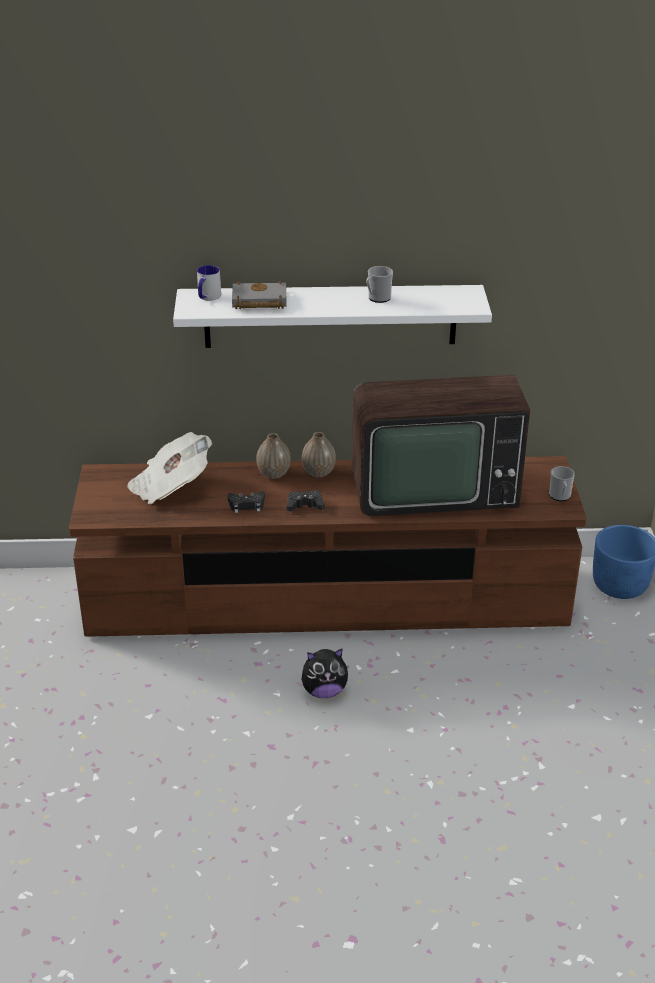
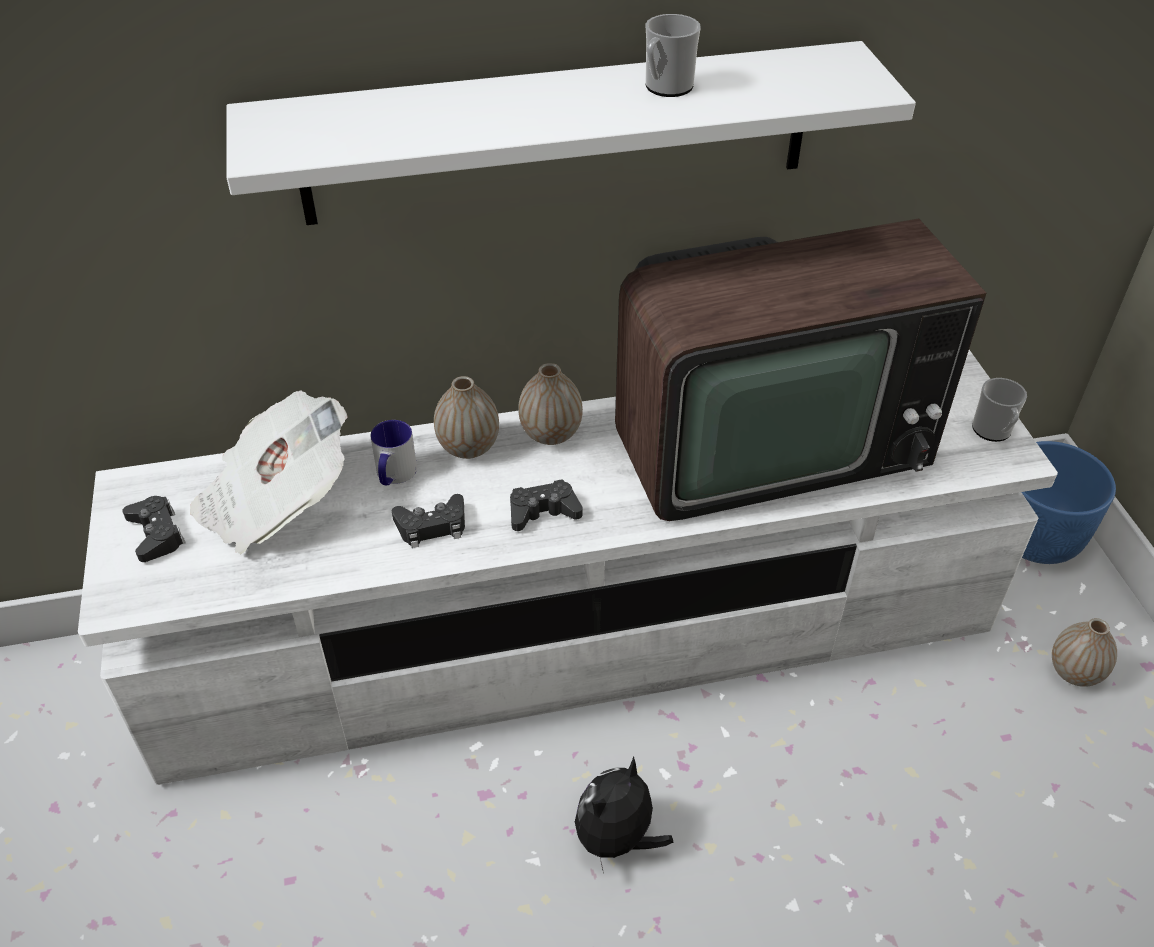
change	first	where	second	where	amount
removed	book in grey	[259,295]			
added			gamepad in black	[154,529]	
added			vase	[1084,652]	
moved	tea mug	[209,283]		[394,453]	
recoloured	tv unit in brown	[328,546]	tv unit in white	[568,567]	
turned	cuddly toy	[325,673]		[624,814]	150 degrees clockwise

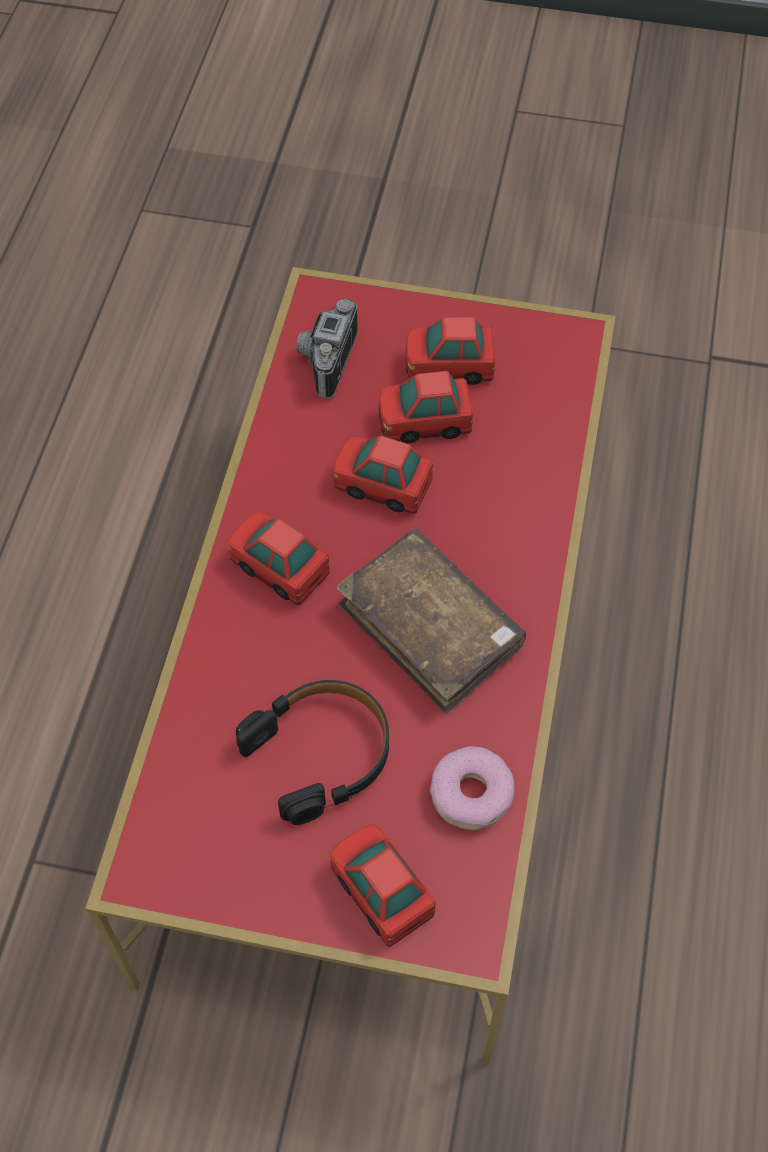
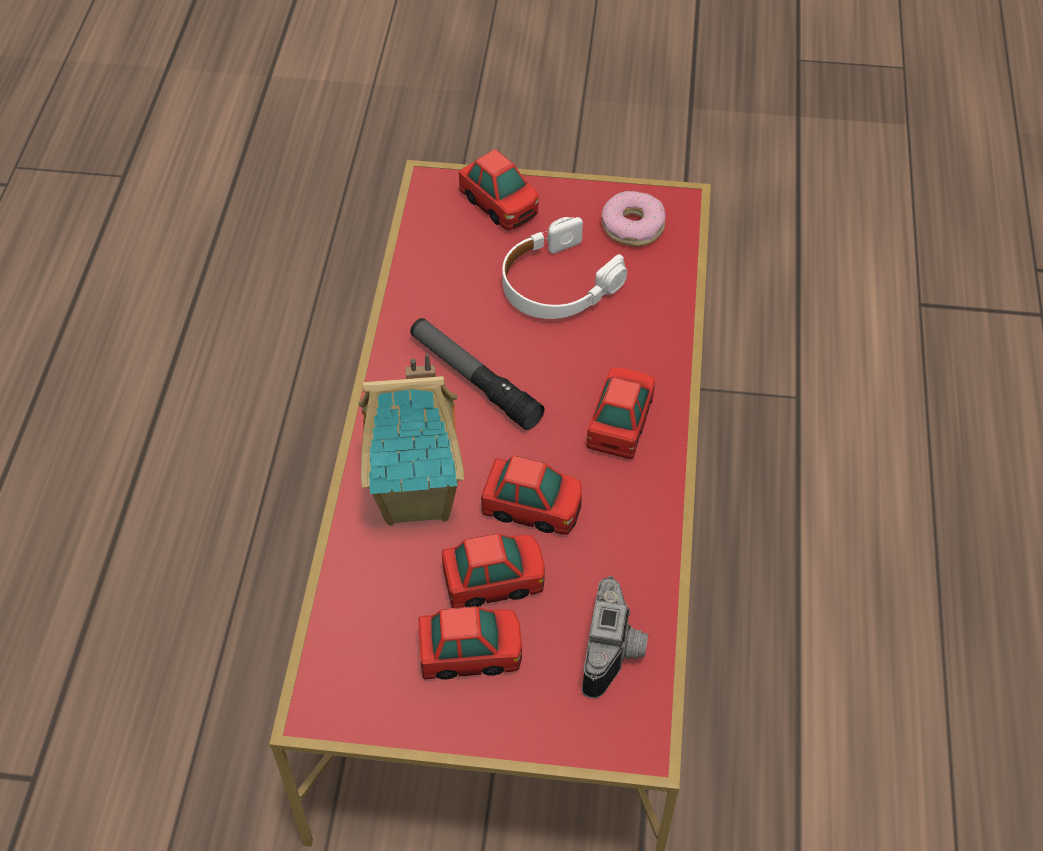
change	first	where	second	where	amount
added			model house	[411,440]	
moved	doughnut	[472,788]		[634,218]	
replaced	book in brown	[431,621]	torch	[477,374]	
recoloured	headphones in black	[312,752]	headphones in white	[564,268]	
turned	model car	[279,558]		[621,413]	105 degrees counterclockwise

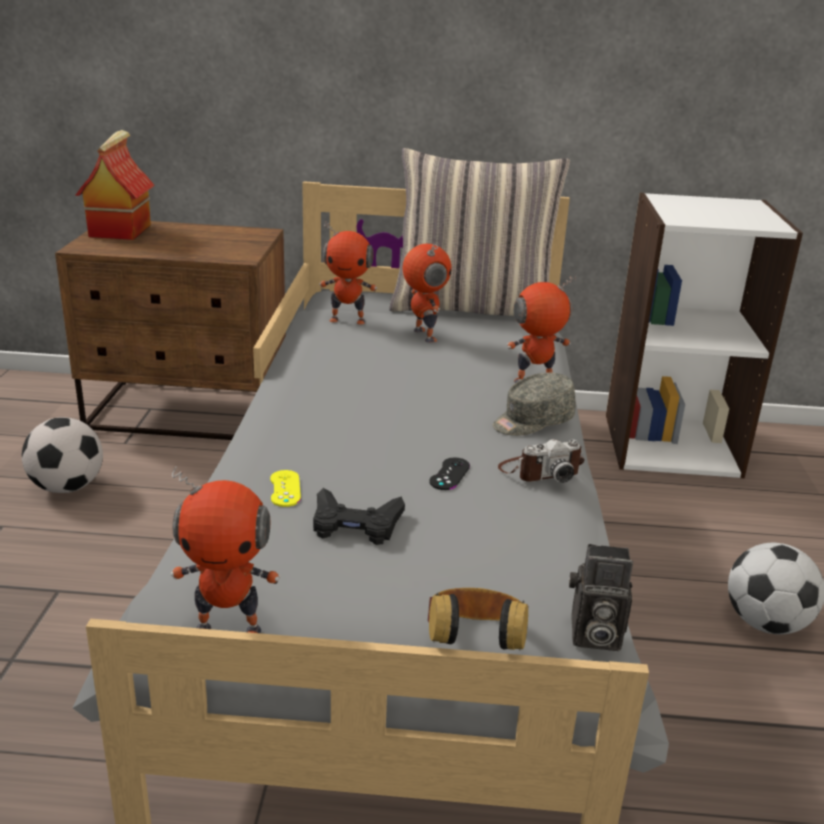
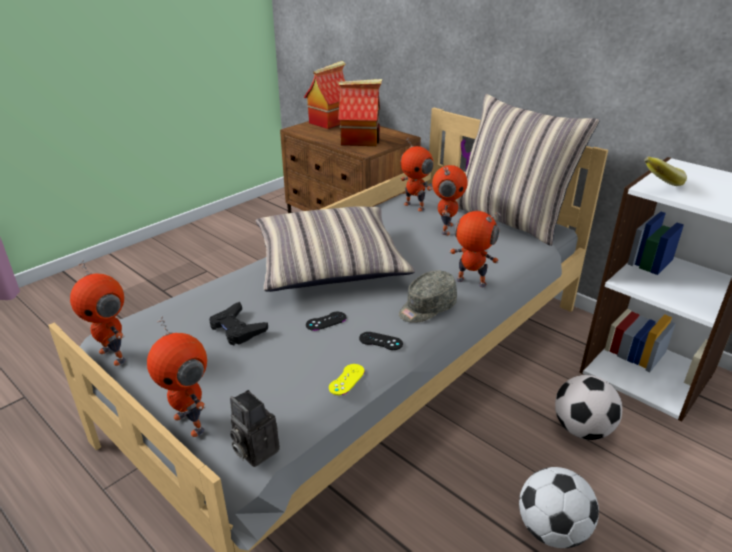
change	first	where	second	where	amount
added			pillow	[335,249]	
added			model house	[360,112]	
added			banana	[665,171]	
moved	football	[62,455]		[588,407]	
moved	gamepad in yellow	[285,488]		[347,379]	
replaced	headphones	[478,619]	robot figure	[177,376]	
replaced	still camera	[541,461]	gamepad in black	[381,341]	
turned	peaked cap in grey	[534,404]		[428,297]	45 degrees counterclockwise

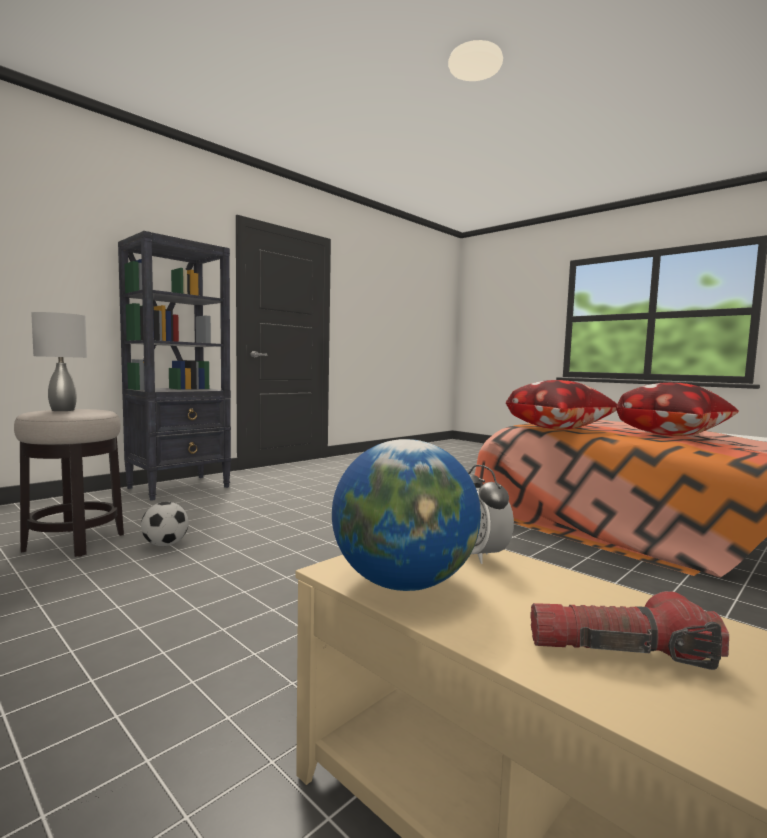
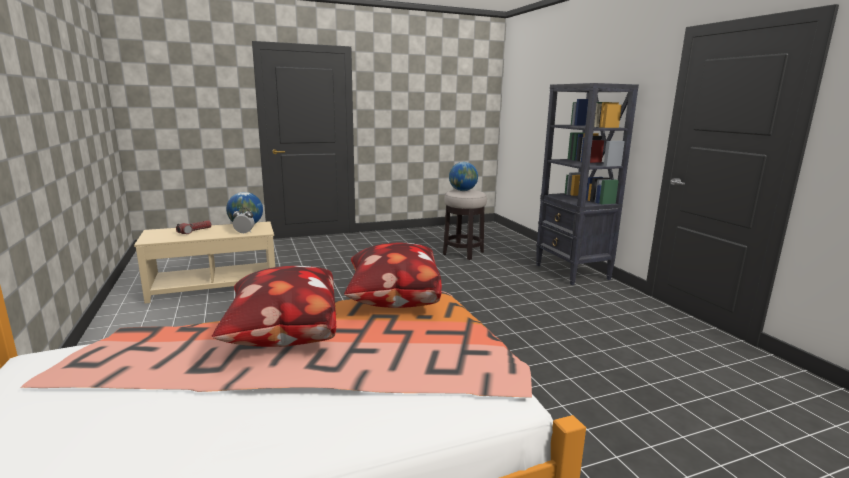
change	first	where	second	where	amount
removed	football	[165,524]			
replaced	tabletop lamp in grey	[59,361]	world globe	[463,176]	

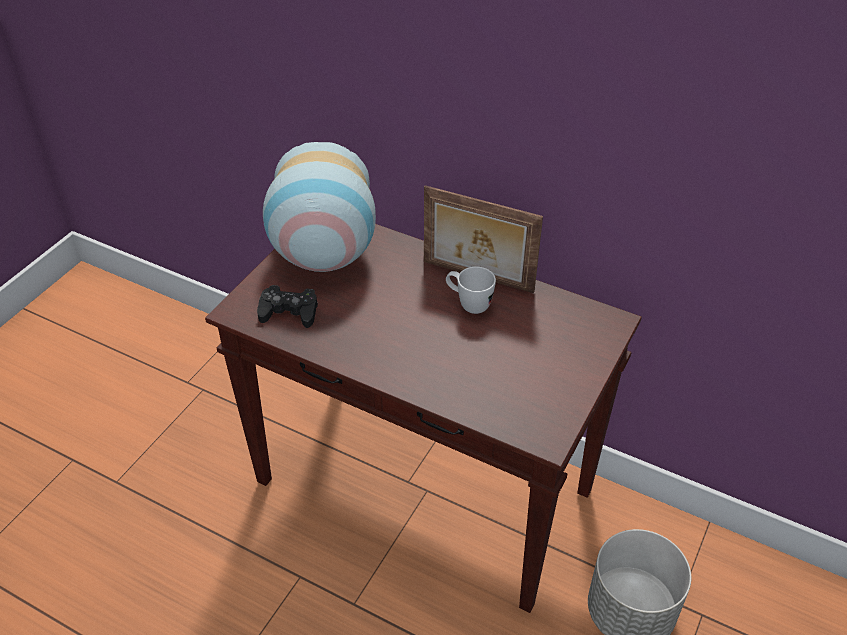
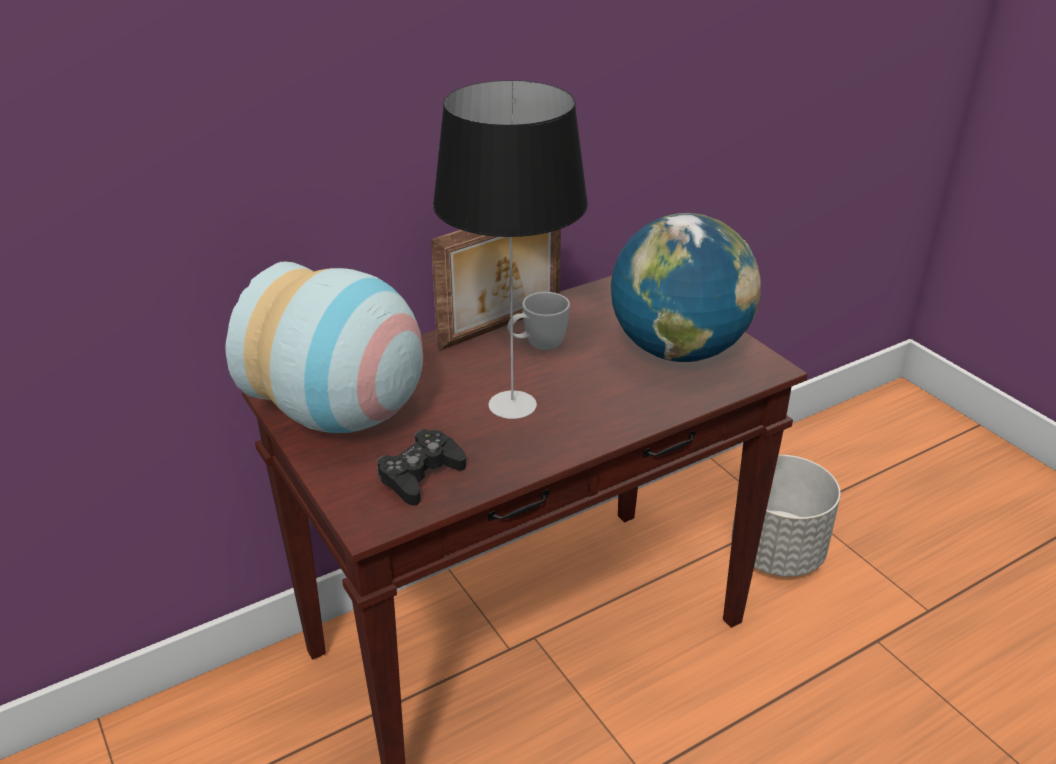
change	first	where	second	where	amount
added			tabletop lamp	[510,249]	
added			world globe	[686,287]	

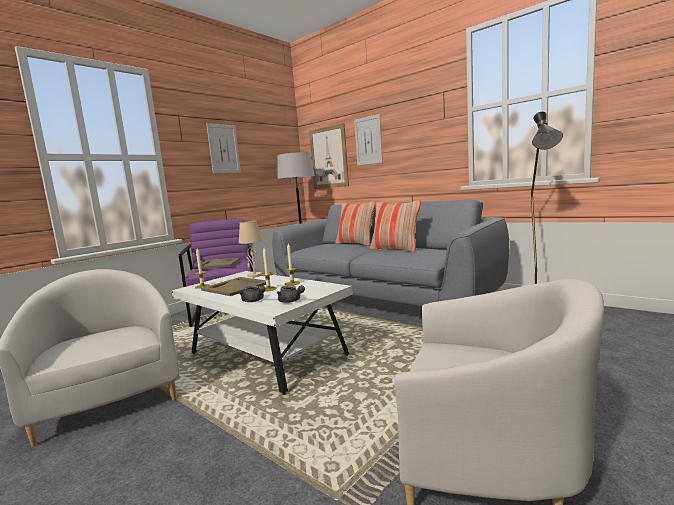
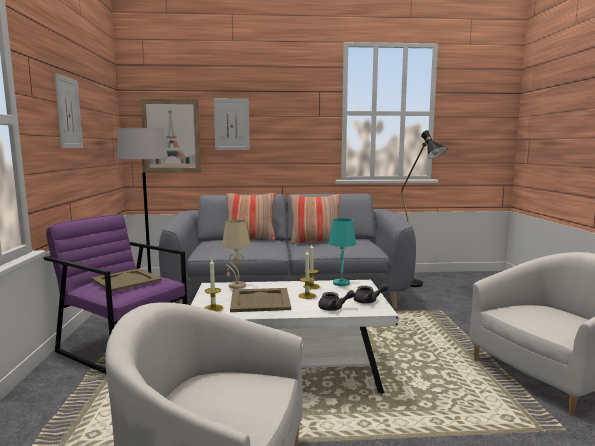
change	first	where	second	where	amount
added			tabletop lamp in turquoise-coloured	[342,252]	

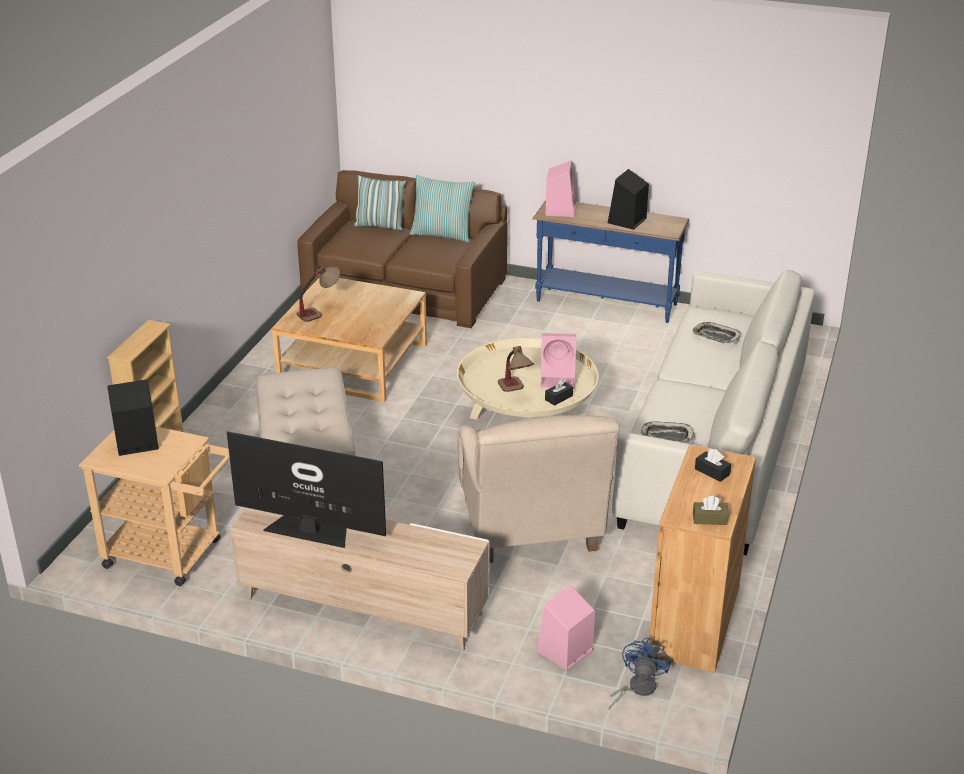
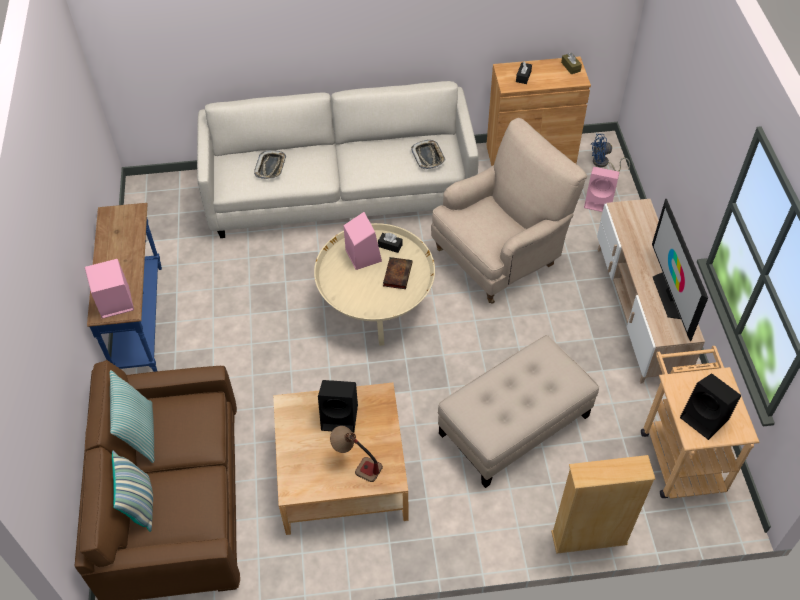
change	first	where	second	where	amount
moved	loudspeaker in black	[628,199]		[338,406]	
replaced	tabletop lamp	[516,369]	book	[397,273]	

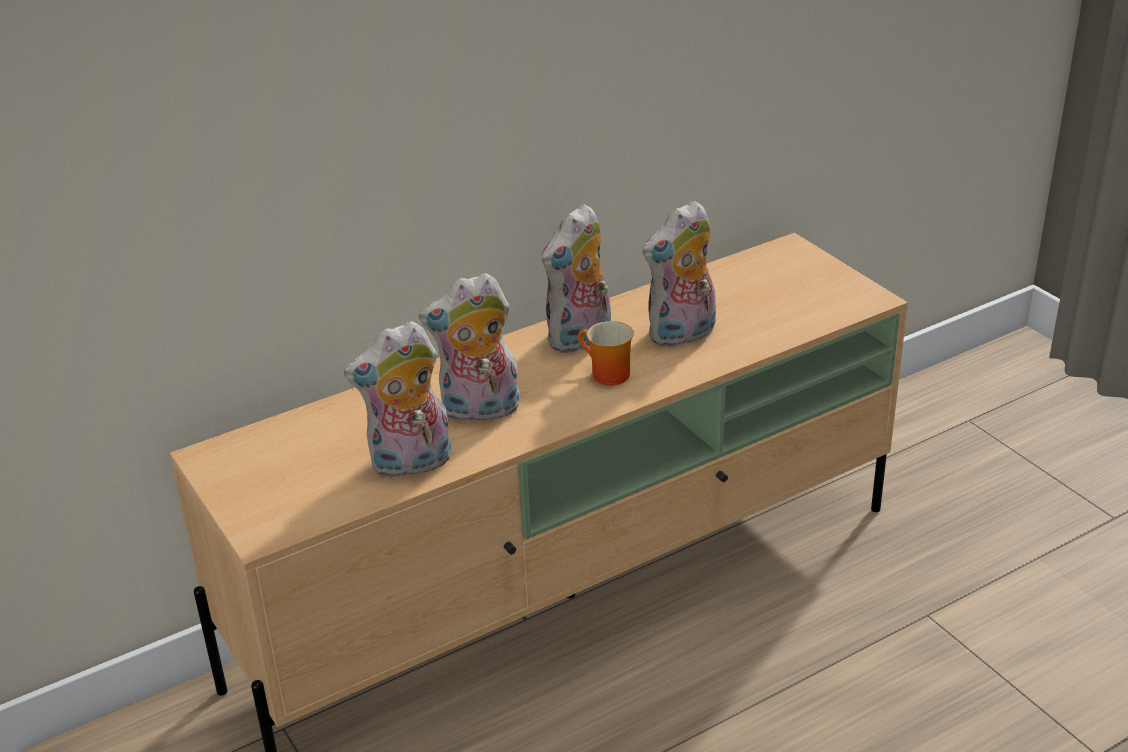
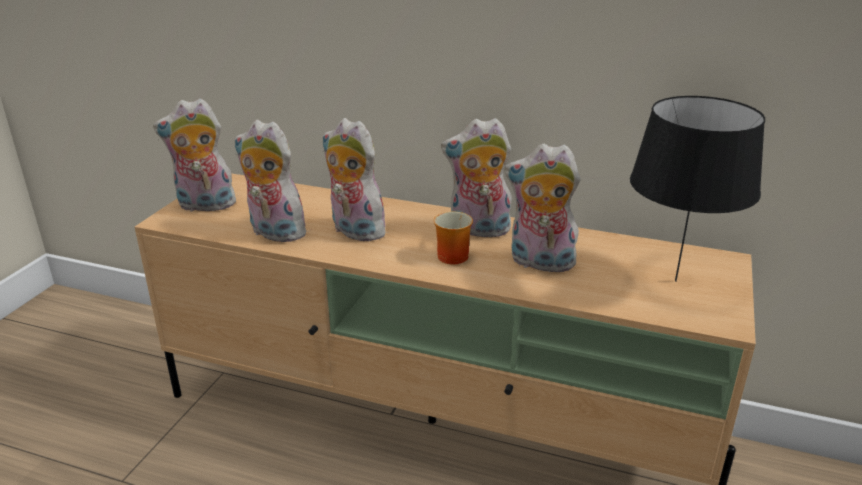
change	first	where	second	where	amount
added			cuddly toy	[195,155]	
added			tabletop lamp in black	[697,189]	

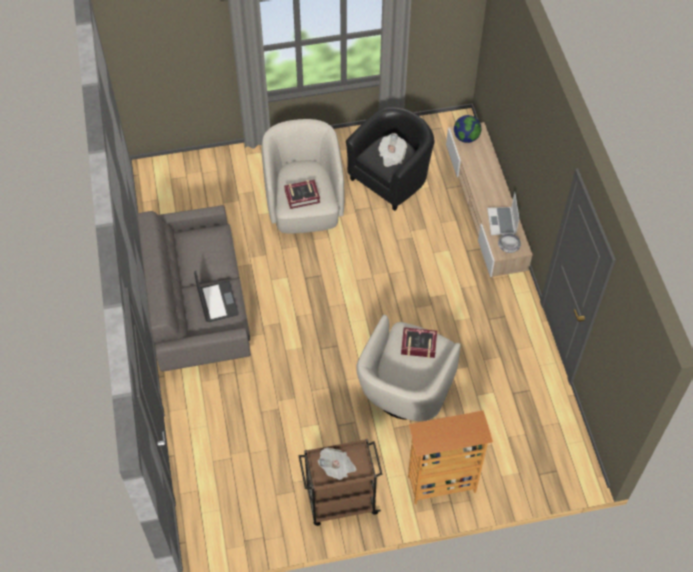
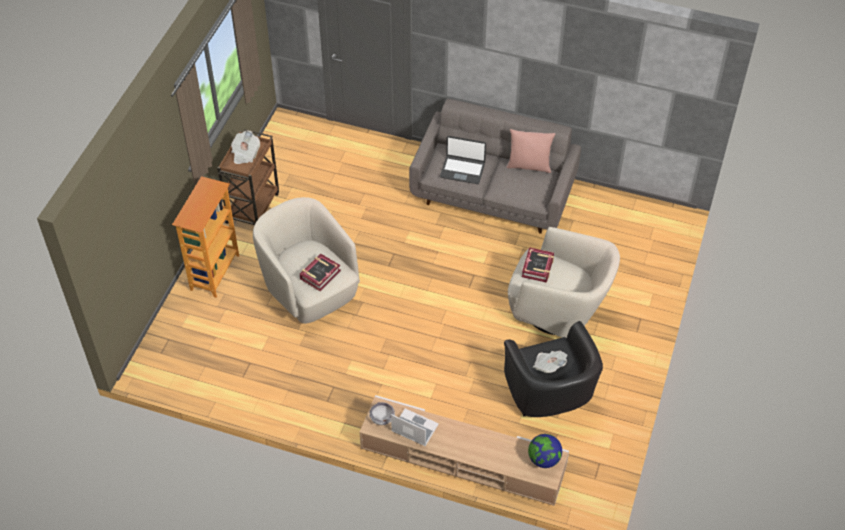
change	first	where	second	where	amount
added			pillow in pink	[531,151]	

